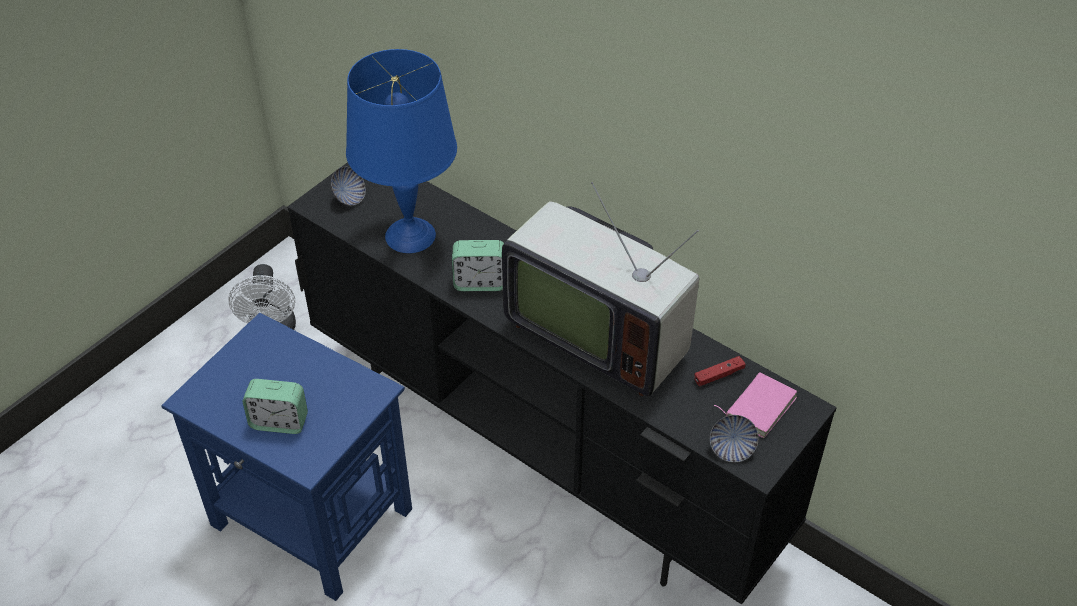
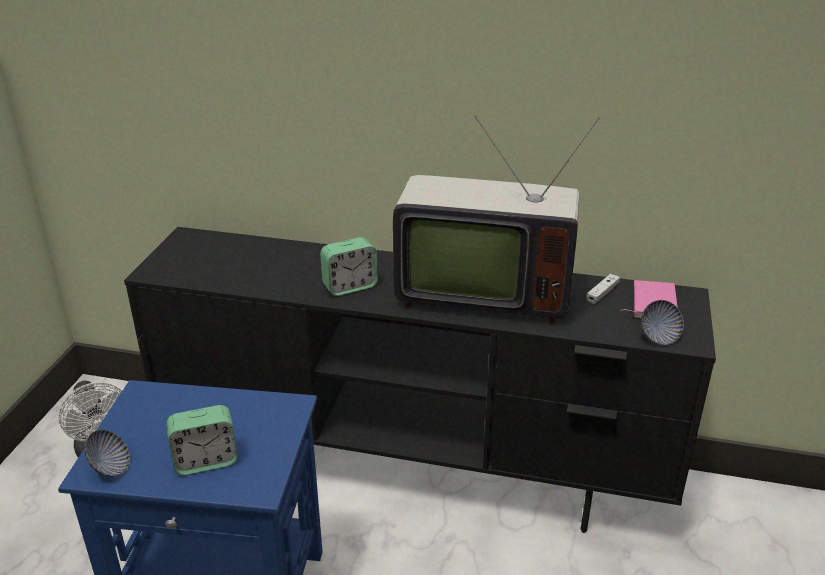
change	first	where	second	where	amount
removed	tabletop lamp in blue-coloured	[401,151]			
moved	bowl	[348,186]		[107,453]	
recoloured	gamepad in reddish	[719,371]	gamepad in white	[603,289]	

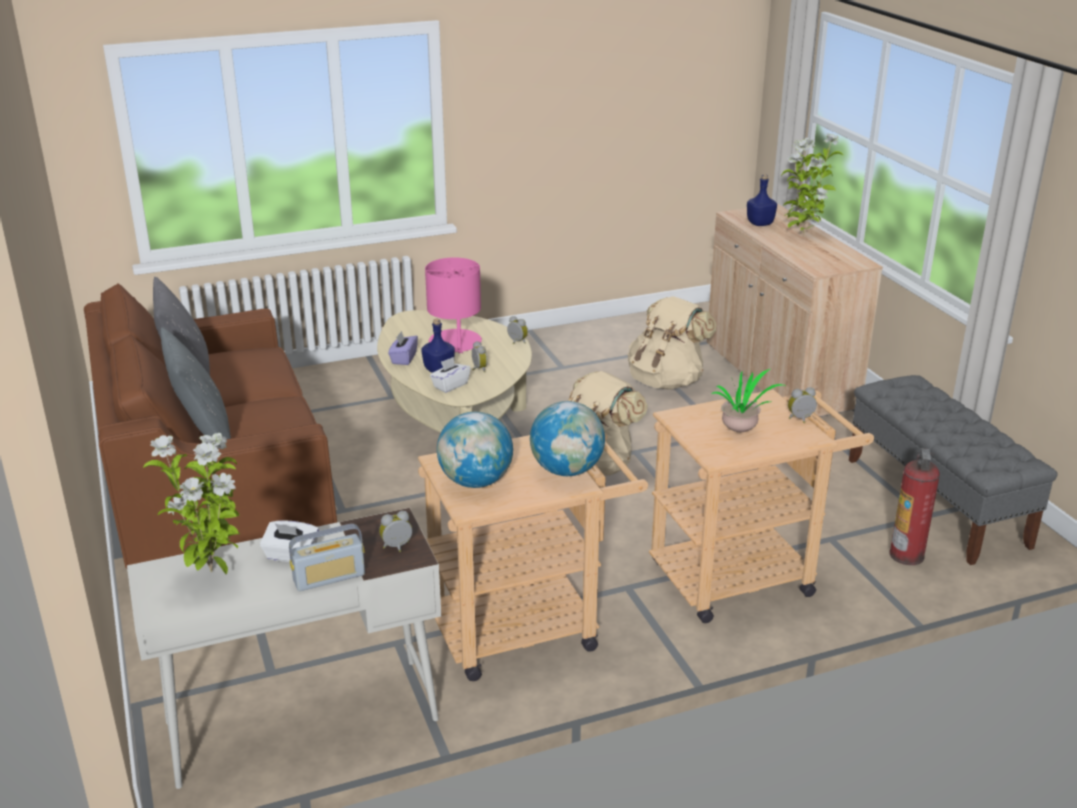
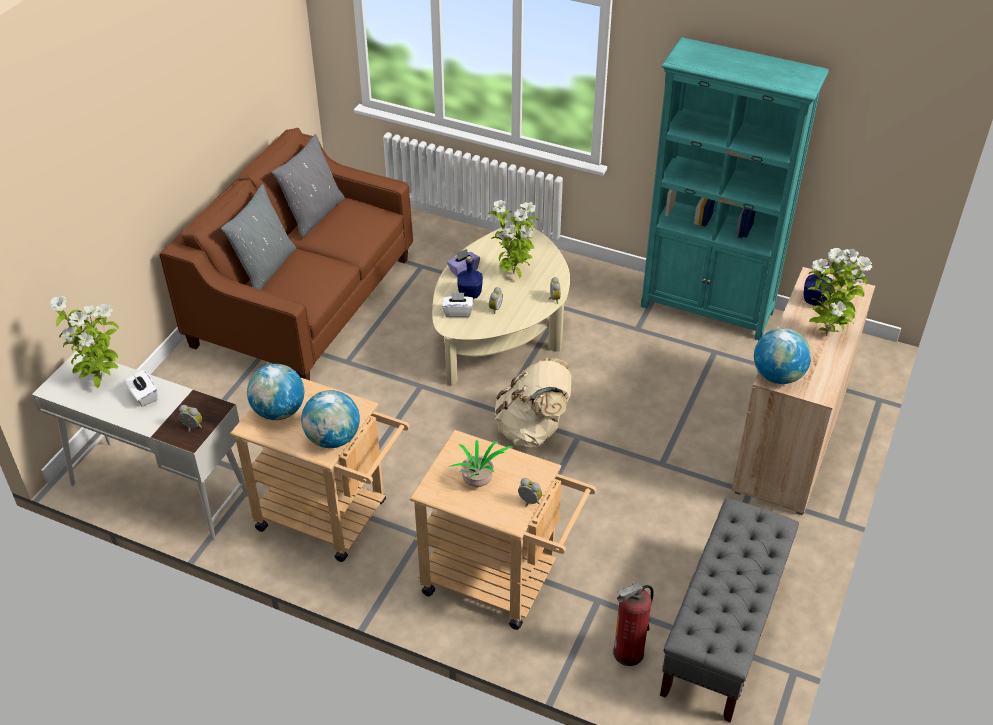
change	first	where	second	where	amount
removed	radio set	[327,557]			
removed	rucksack in beige	[672,343]			
added			bookcase in turquoise-coloured	[735,188]	
added			world globe	[782,356]	
replaced	tabletop lamp in pink	[453,305]	plant in a pot	[513,239]	

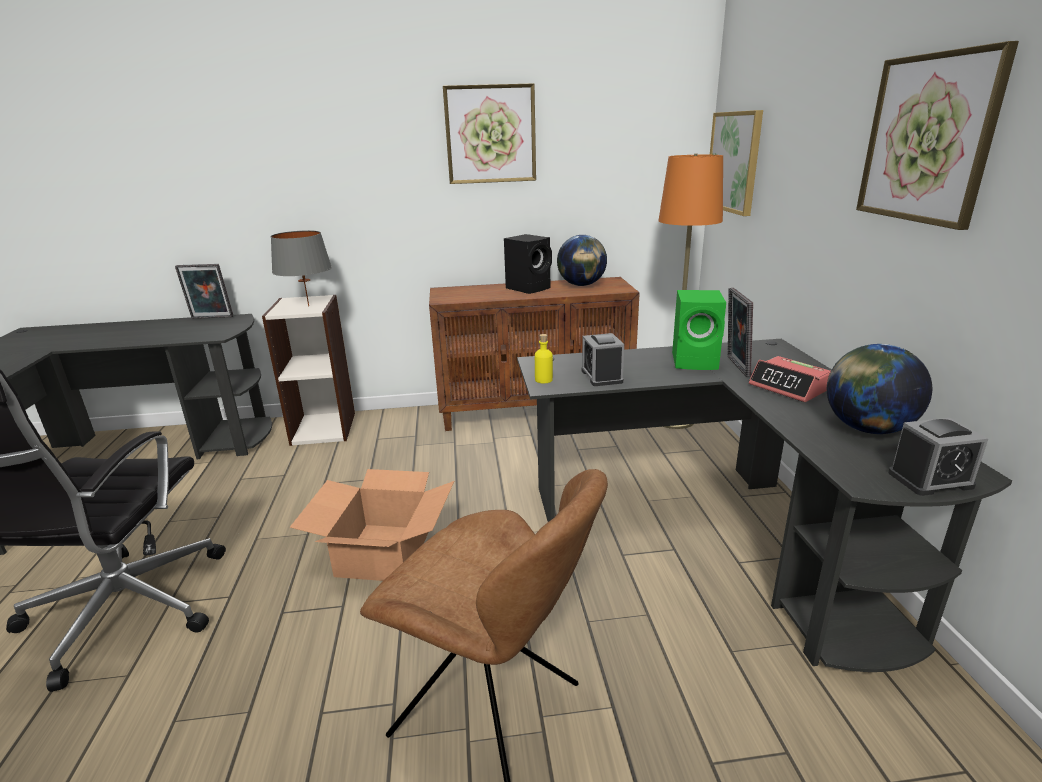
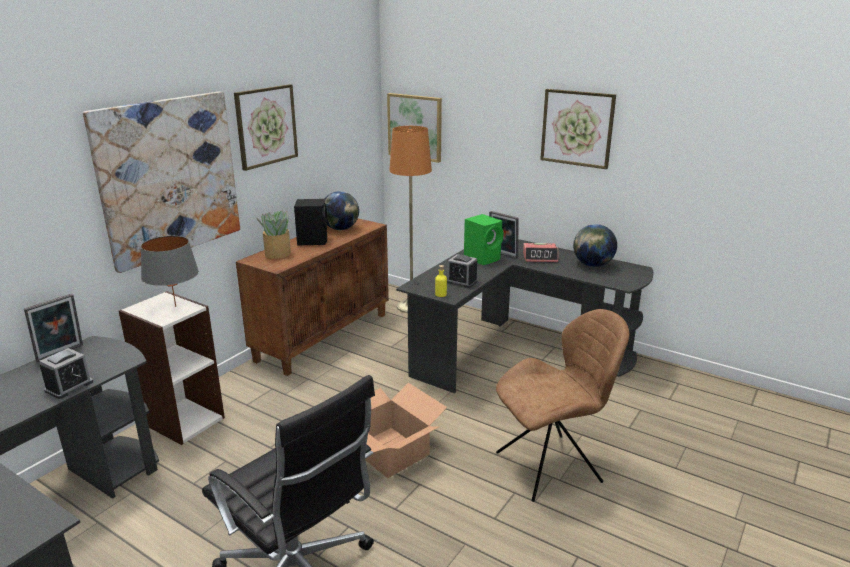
change	first	where	second	where	amount
added			wall art	[161,182]	
added			plant in a pot	[274,234]	
moved	bedside clock	[938,457]		[66,373]	

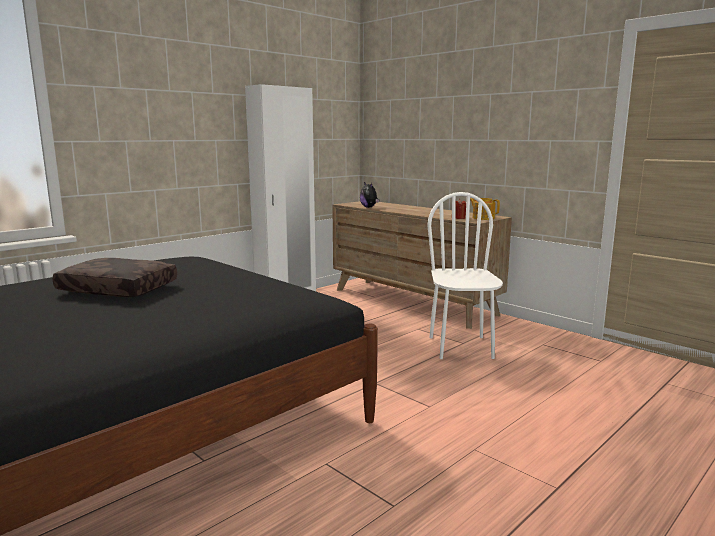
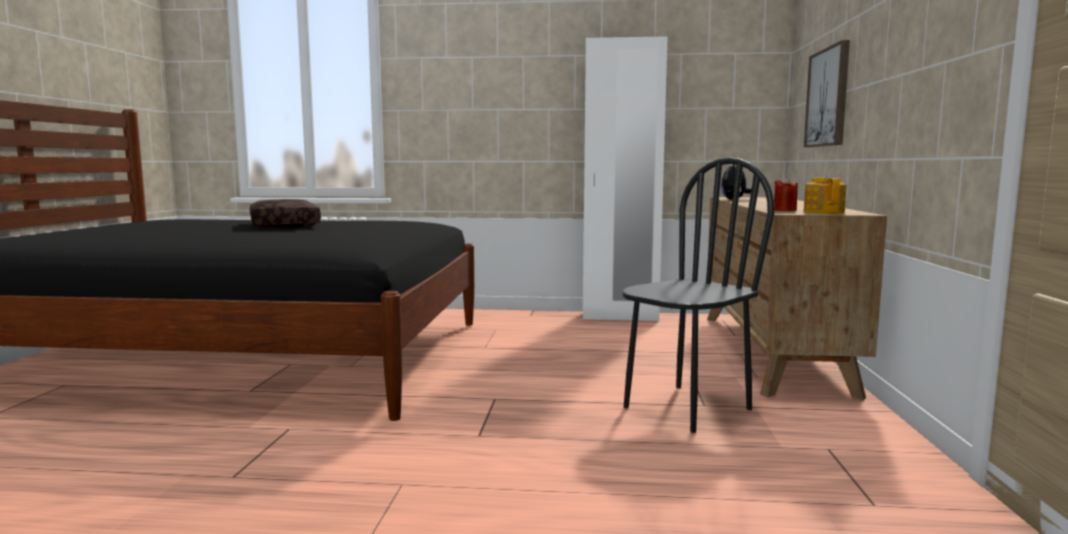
change	first	where	second	where	amount
added			wall art	[827,93]	
recoloured	upright chair in white	[465,275]	upright chair in black	[698,295]	

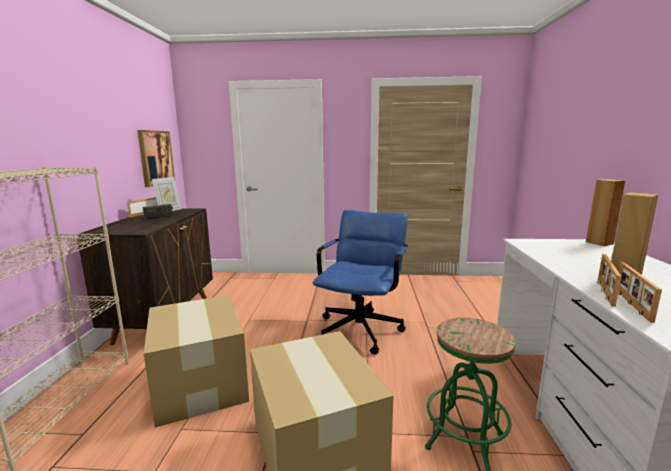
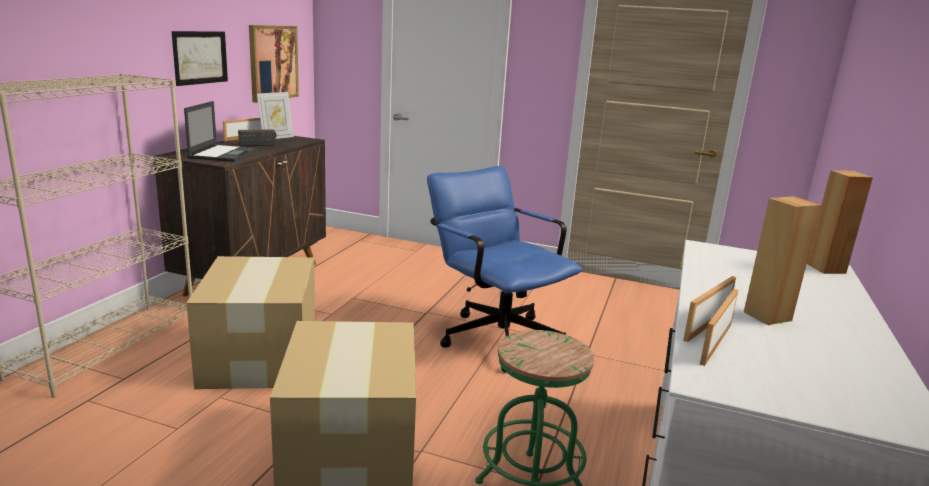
change	first	where	second	where	amount
added			wall art	[199,58]	
added			laptop	[221,131]	
turned	computer chair in blue-coloured	[360,282]		[505,269]	75 degrees counterclockwise

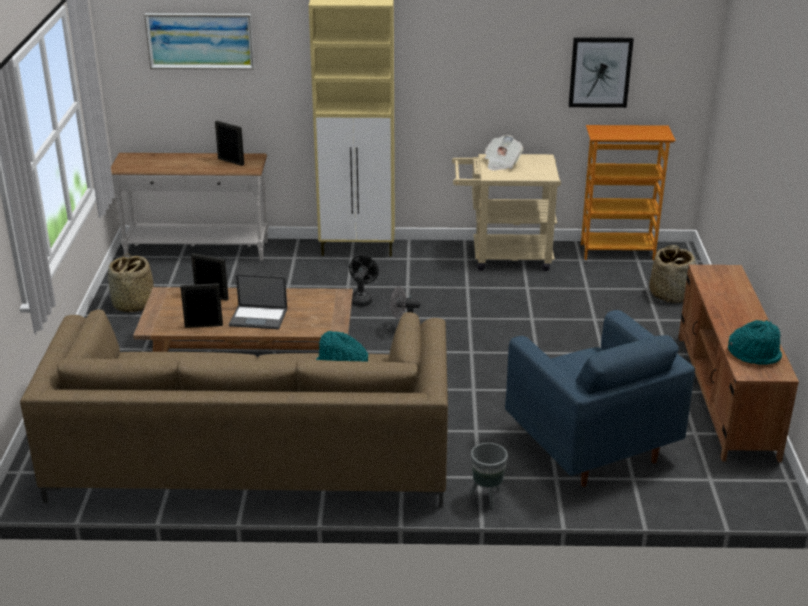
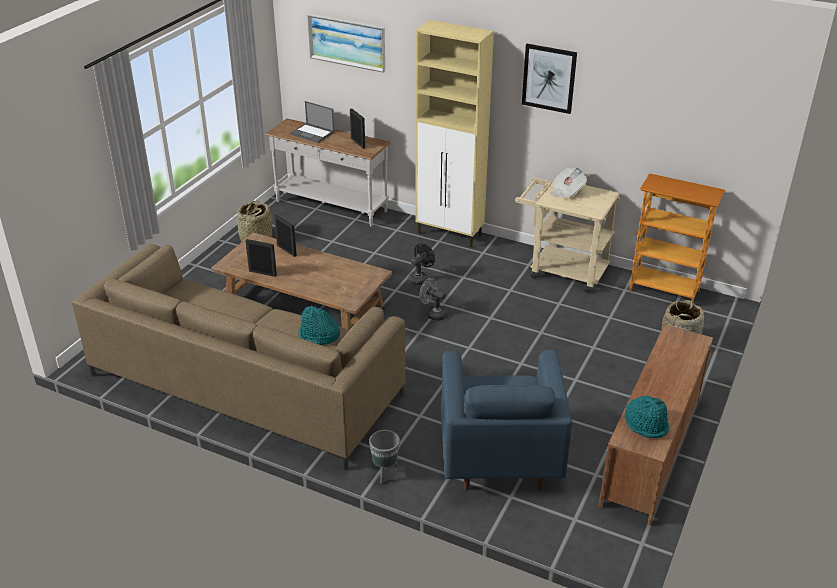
change	first	where	second	where	amount
moved	laptop	[258,302]		[312,122]	
moved	wall art	[601,72]		[549,79]	

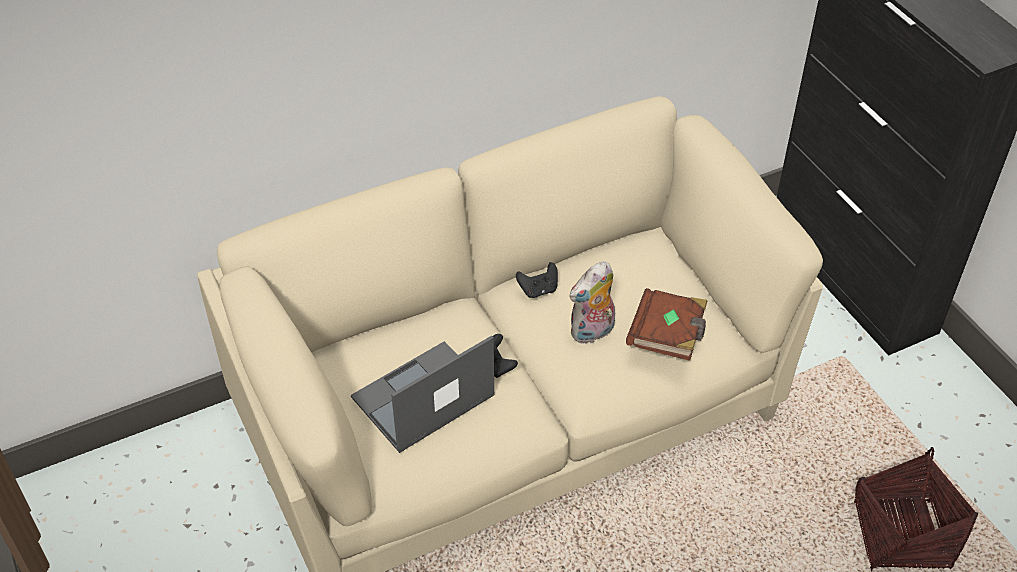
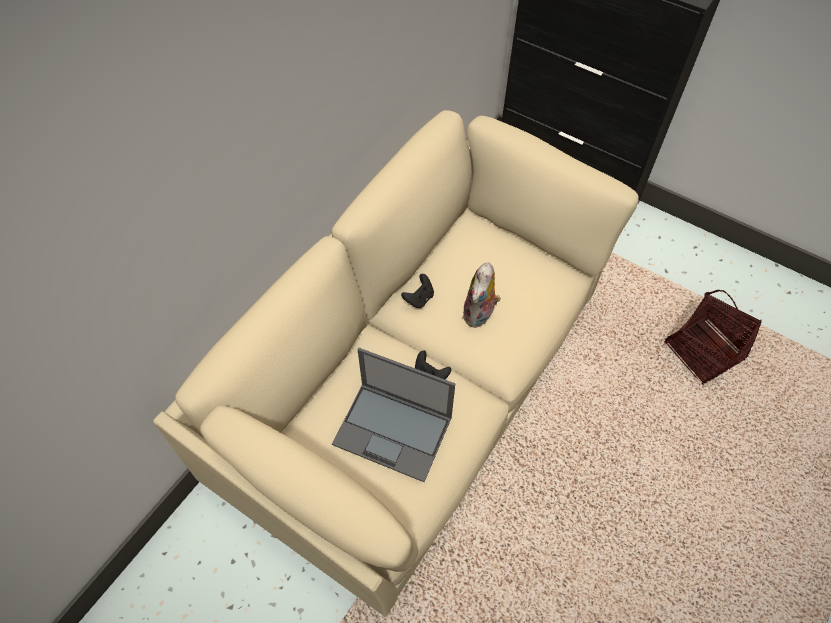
change	first	where	second	where	amount
removed	book in brown	[666,324]			
turned	laptop	[423,394]		[393,415]	90 degrees counterclockwise

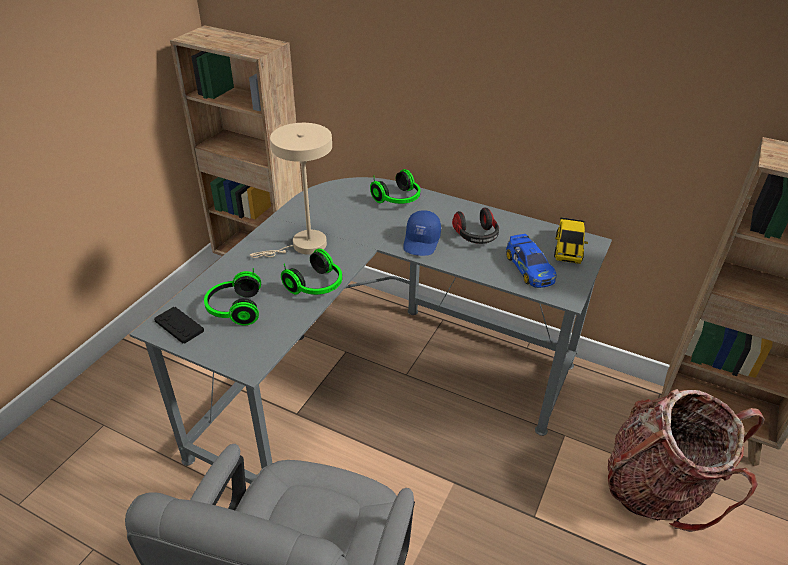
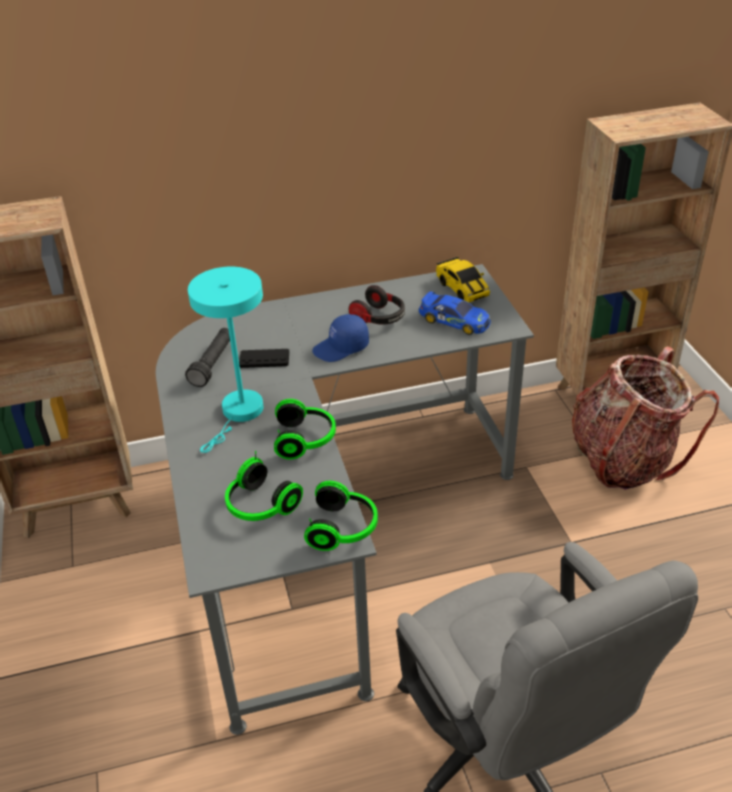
change	first	where	second	where	amount
added			torch in black	[207,357]	
moved	gamepad in black	[179,325]		[264,358]	
moved	headphones	[395,186]		[341,516]	
recoloured	tabletop lamp in beige	[291,190]	tabletop lamp in turquoise-coloured	[225,360]	
turned	peaked cap in blue-coloured	[422,233]		[340,338]	90 degrees clockwise

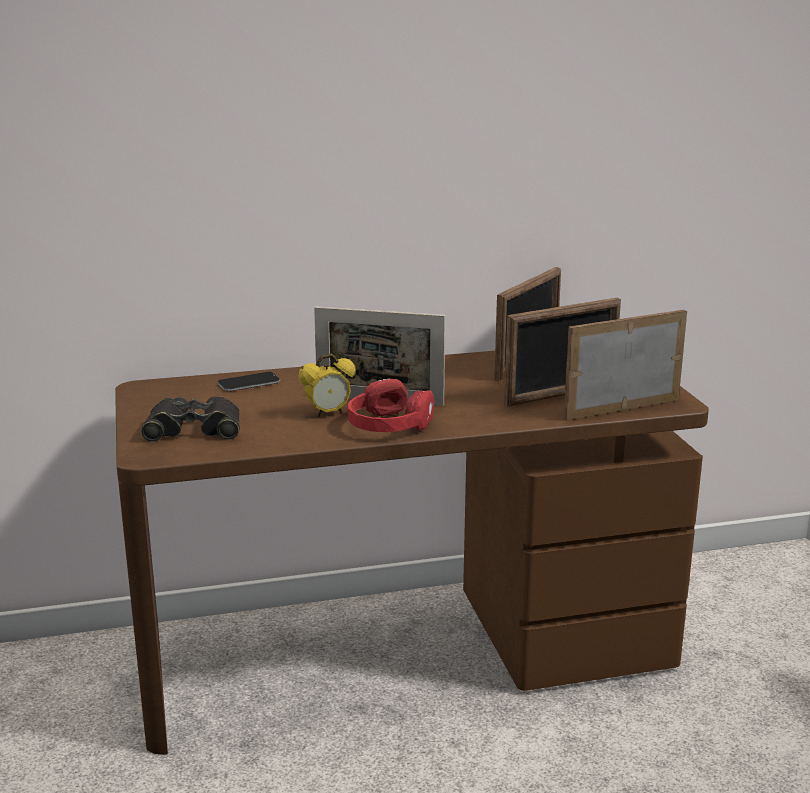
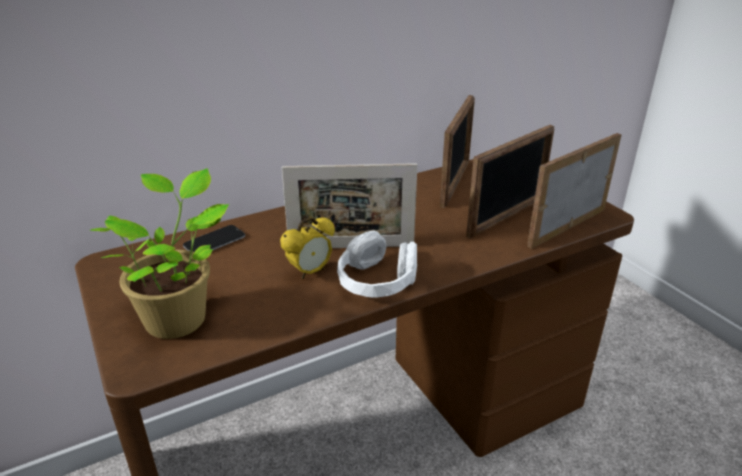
change	first	where	second	where	amount
replaced	binoculars in black	[190,419]	plant in a pot	[159,254]	
recoloured	headphones in reddish	[391,405]	headphones in white	[377,263]	

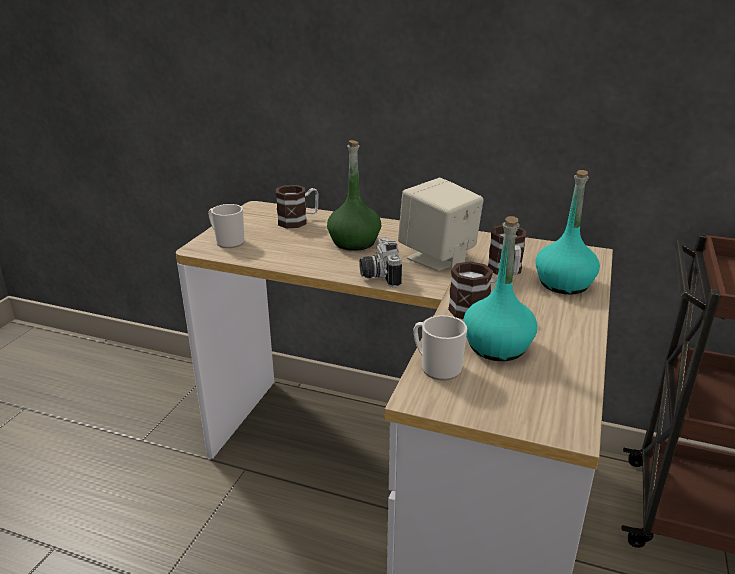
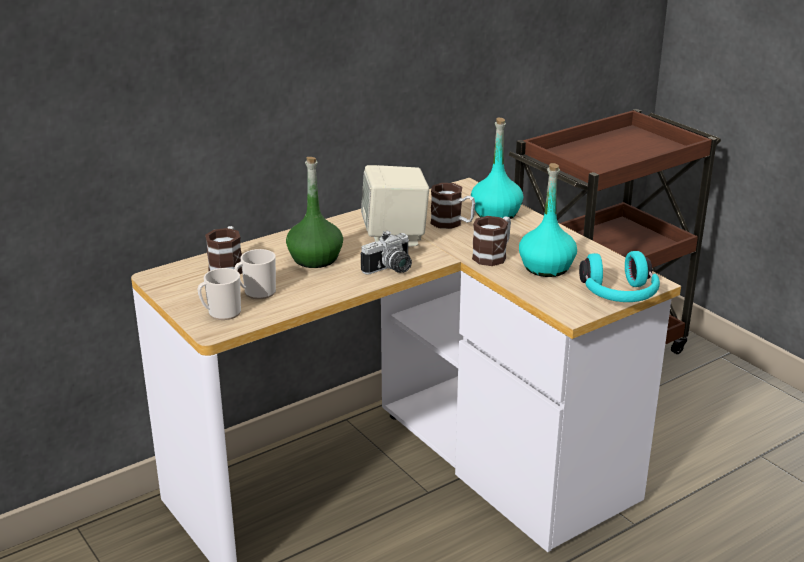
change	first	where	second	where	amount
added			headphones in turquoise-coloured	[619,276]	
moved	tea mug	[440,348]		[255,274]	
turned	still camera	[380,262]		[386,252]	60 degrees counterclockwise

